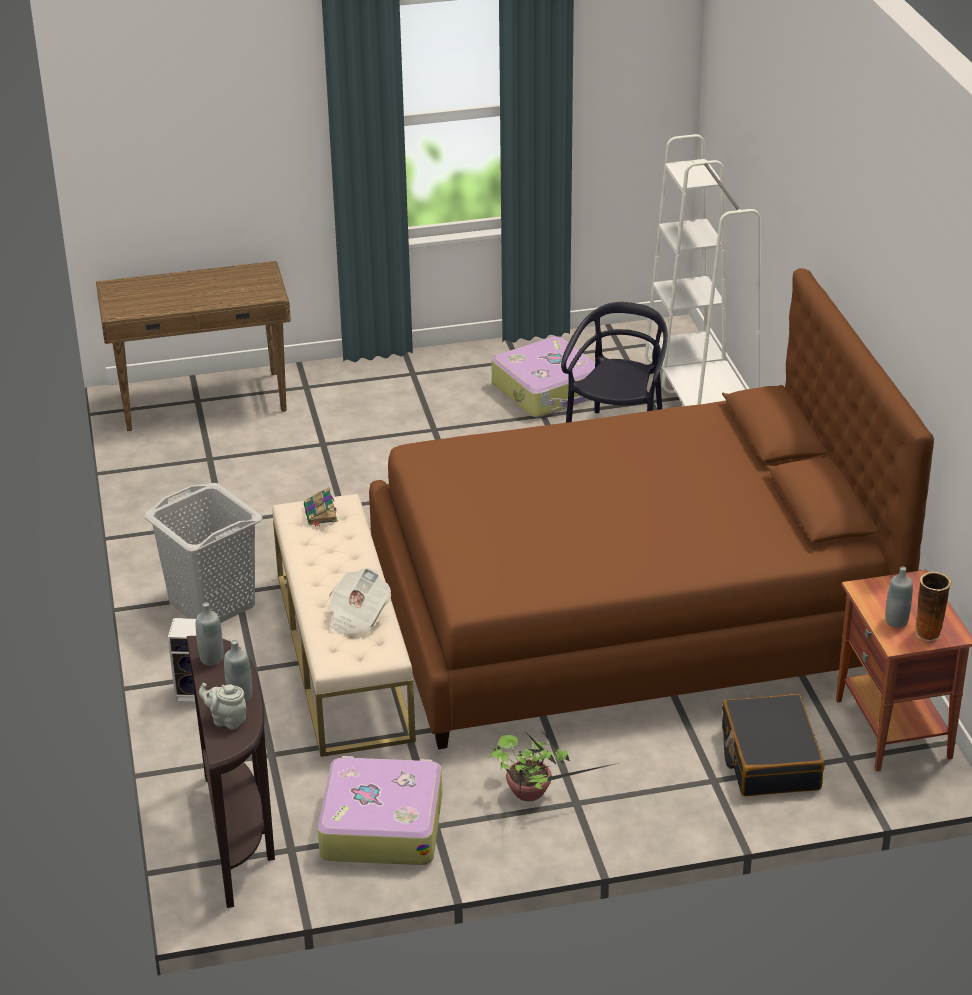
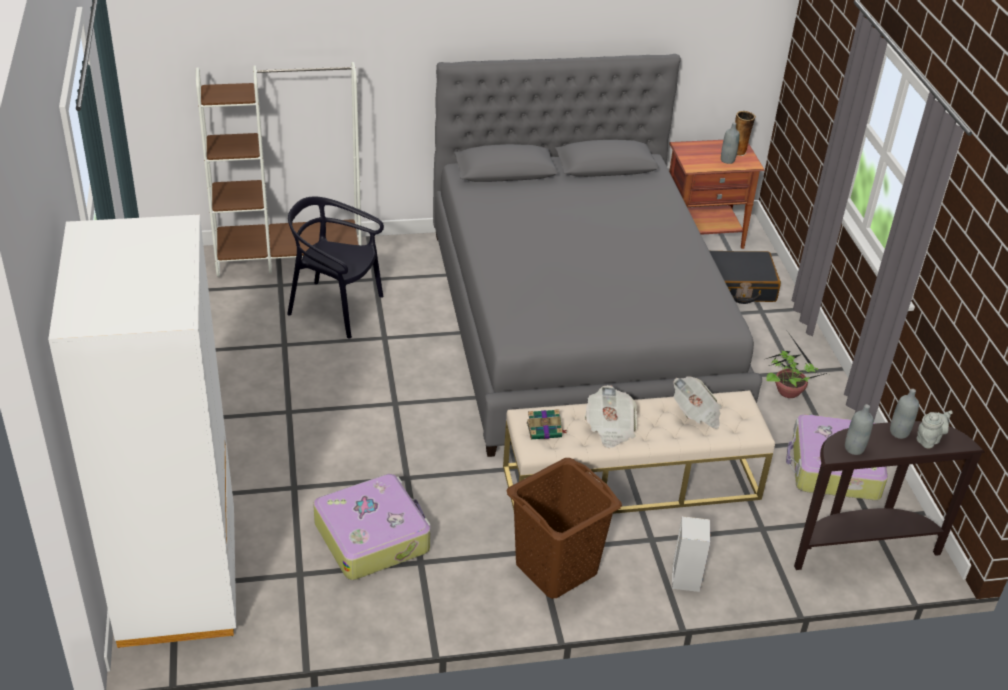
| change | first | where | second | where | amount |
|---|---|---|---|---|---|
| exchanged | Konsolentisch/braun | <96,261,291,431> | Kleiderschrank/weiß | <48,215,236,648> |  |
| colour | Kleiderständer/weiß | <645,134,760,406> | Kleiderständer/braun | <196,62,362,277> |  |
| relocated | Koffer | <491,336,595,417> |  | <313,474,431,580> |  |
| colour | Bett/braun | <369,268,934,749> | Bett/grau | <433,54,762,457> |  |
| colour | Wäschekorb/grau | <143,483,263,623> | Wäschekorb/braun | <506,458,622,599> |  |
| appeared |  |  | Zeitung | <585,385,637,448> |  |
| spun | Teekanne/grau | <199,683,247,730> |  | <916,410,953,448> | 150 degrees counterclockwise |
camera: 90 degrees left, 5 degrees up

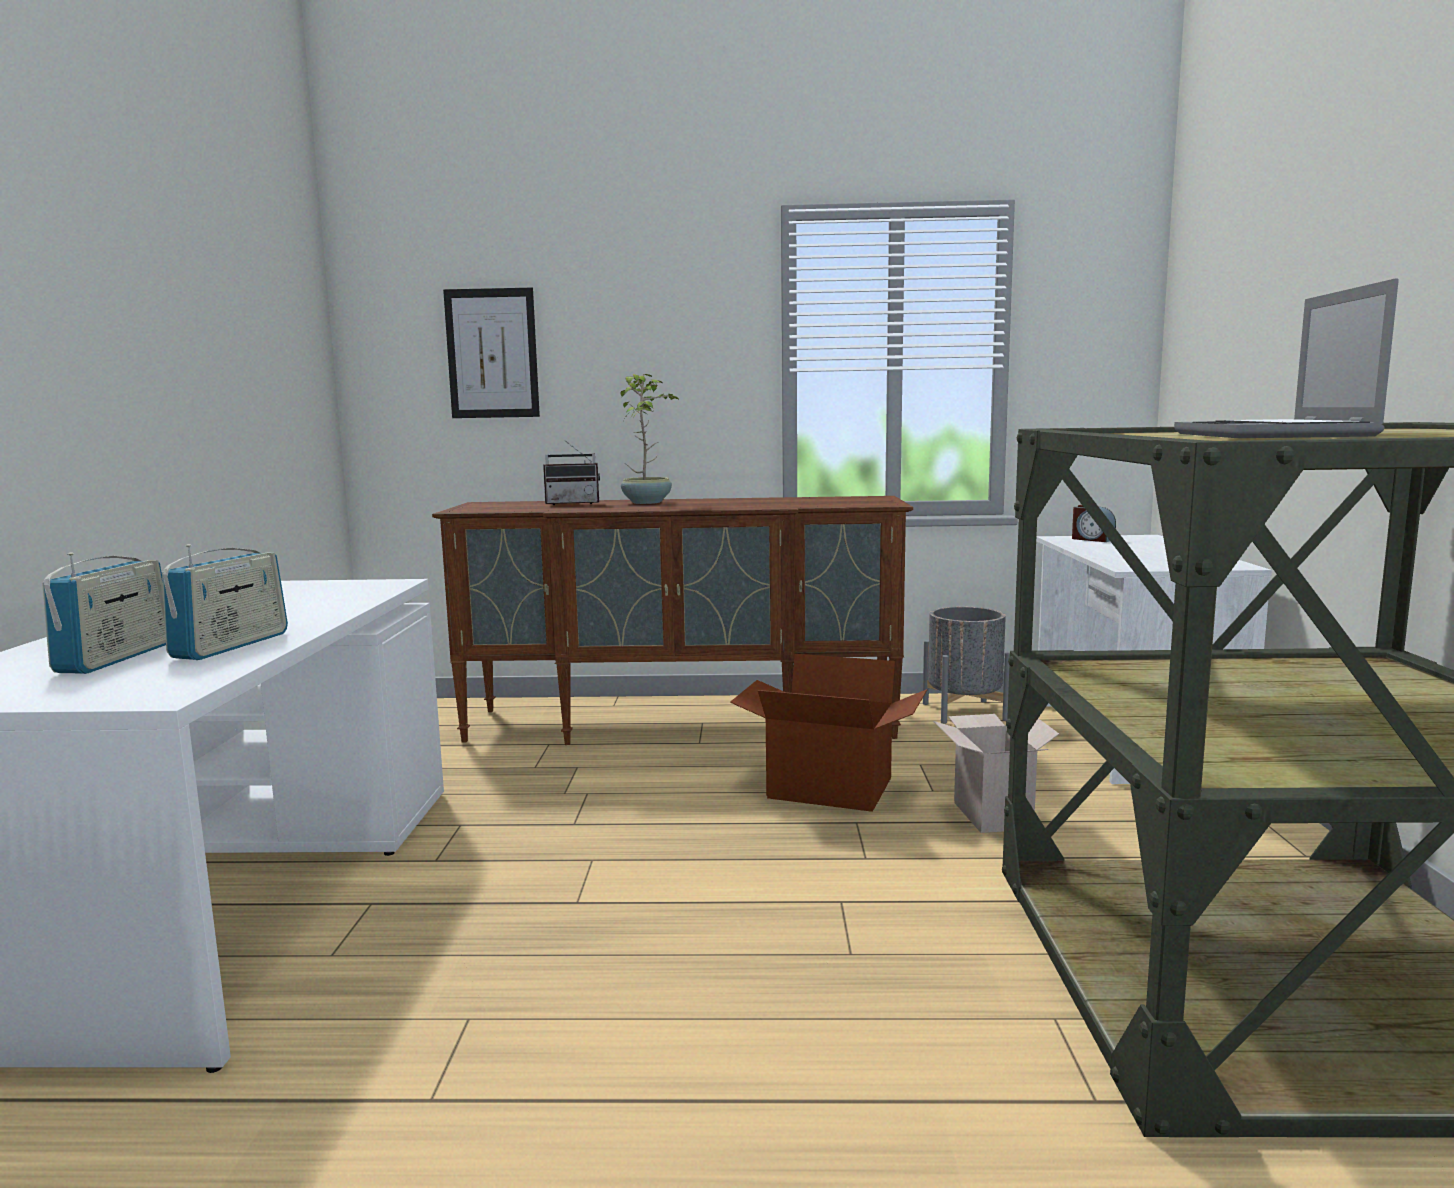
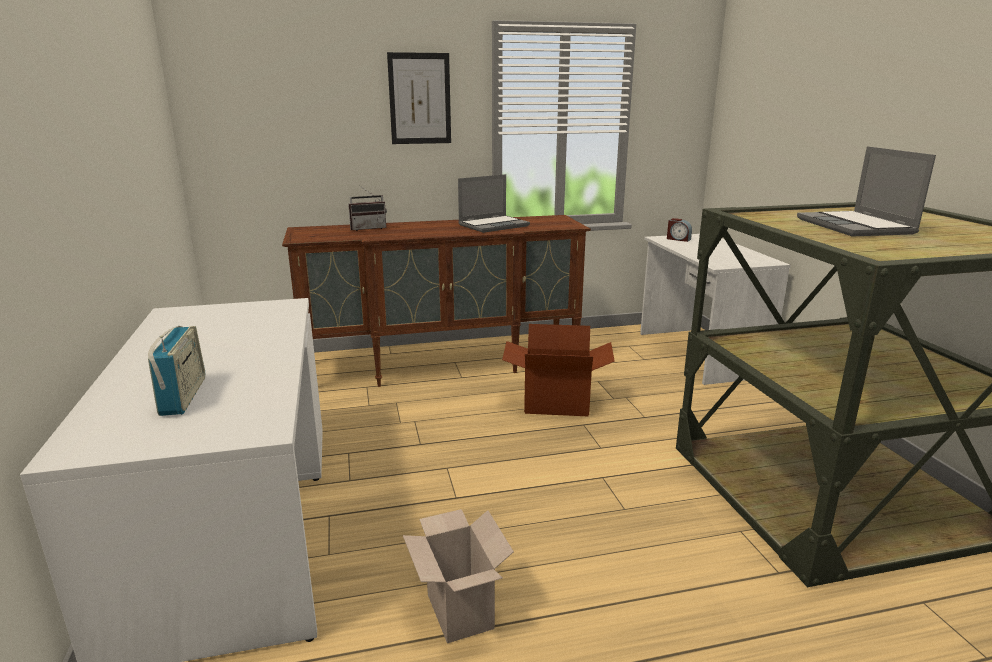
| change | first | where | second | where | amount |
|---|---|---|---|---|---|
| relocated | Bild | <443,288,540,418> |  | <387,52,451,144> |  |
| relocated | Karton | <933,714,1059,833> |  | <403,509,514,643> |  |
| appeared |  |  | Laptop | <458,174,530,233> |  |
| missing | Radio | <162,544,288,660> |  |  |  |
| missing | Topfpflanze | <621,374,680,504> |  |  |  |
| missing | Pflanzkübel/grau | <923,607,1010,724> |  |  |  |
camera: 15 degrees left, 10 degrees up

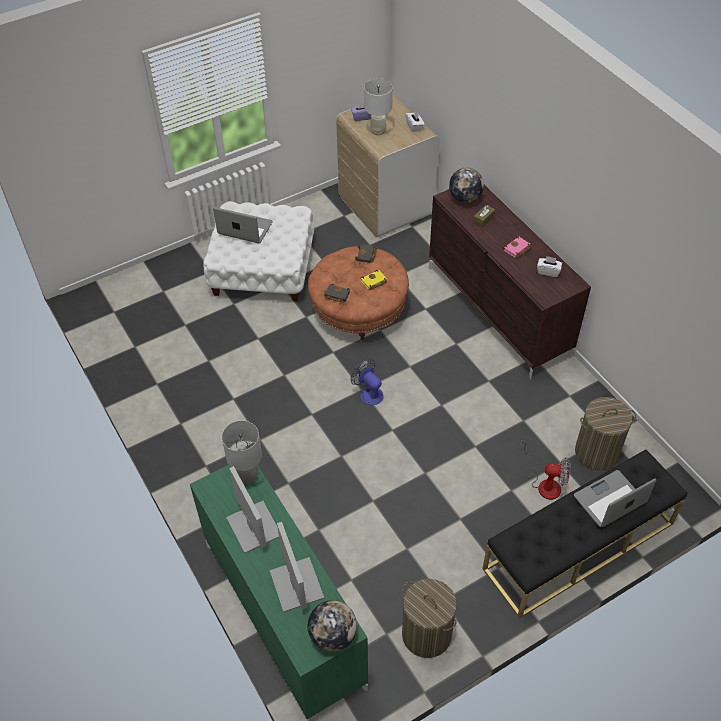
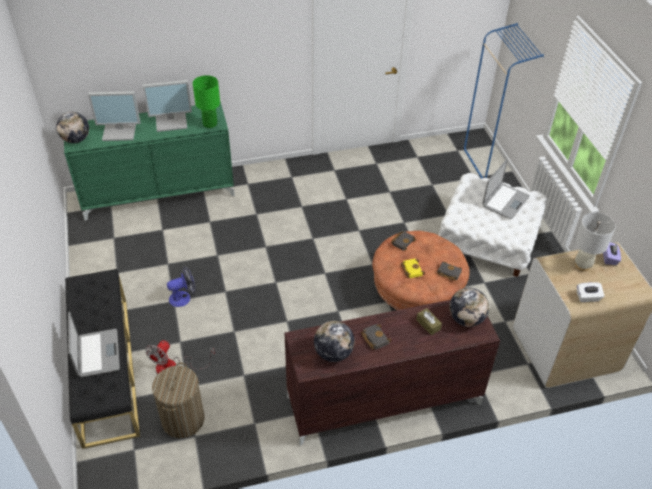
| change | first | where | second | where | amount |
|---|---|---|---|---|---|
| relocated | Ventilator | <351,359,384,405> |  | <167,267,195,307> |  |
| colour | Tischlampe/grau | <222,420,262,484> | Tischlampe/grün | <193,75,220,128> |  |
| exchanged | Taschentuchbox/weiß | <537,256,562,277> | Globus | <314,321,355,362> |  |
| colour | Buch/rosa | <503,237,532,258> | Buch/schwarz | <361,324,391,350> |  |
| appeared |  |  | Kleiderständer/blau | <464,23,544,179> |  |
| missing | Wäschekorb | <402,579,457,658> |  |  |  |
camera: 105 degrees right, 5 degrees down

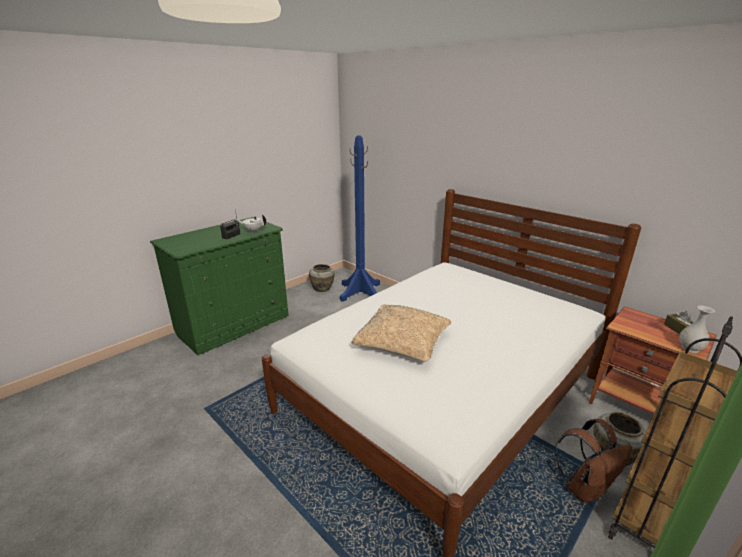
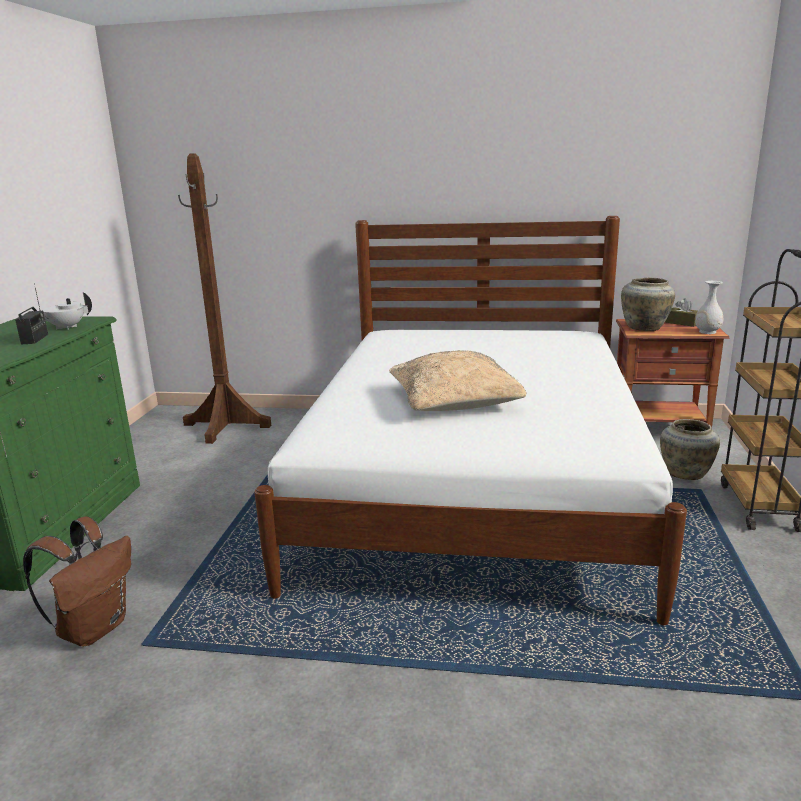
| change | first | where | second | where | amount |
|---|---|---|---|---|---|
| relocated | Rucksack/braun | <555,419,632,503> |  | <23,516,131,646> |  |
| colour | Kleiderständer/blau | <340,135,380,302> | Kleiderständer/braun | <178,153,271,444> |  |
| relocated | Vase/beige | <309,264,335,292> |  | <621,278,675,331> |  |
camera: 35 degrees left, 5 degrees down

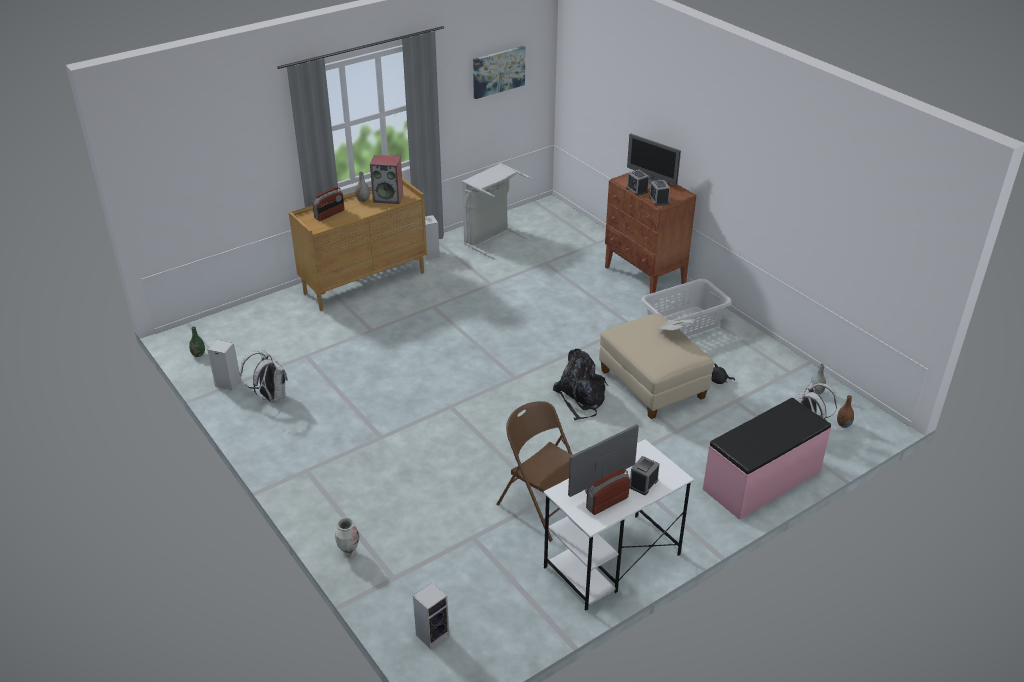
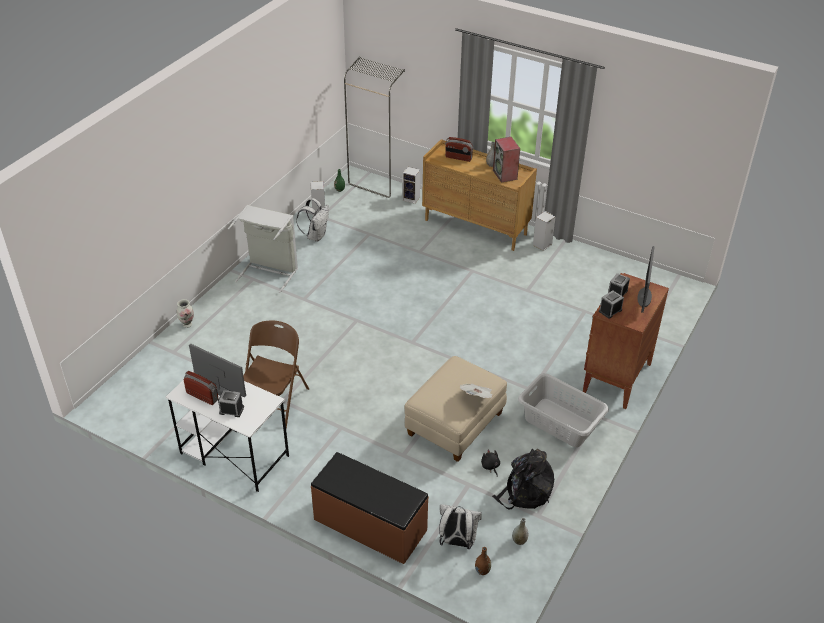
| change | first | where | second | where | amount |
|---|---|---|---|---|---|
| relocated | Wäschekorb/grau | <462,163,532,259> |  | <228,205,298,293> |  |
| colour | Bank/rosa | <703,398,831,520> | Bank/braun | <311,452,429,564> |  |
| appeared |  |  | Kleiderständer/grau | <344,57,405,198> |  |
| relocated | Lautsprecher | <413,583,449,649> |  | <403,167,420,204> |  |
| relocated | Rucksack/schwarz | <552,349,608,420> |  | <492,449,554,510> |  |
| missing | Bild | <473,46,525,99> |  |  |  |
camera: 65 degrees right, 5 degrees up

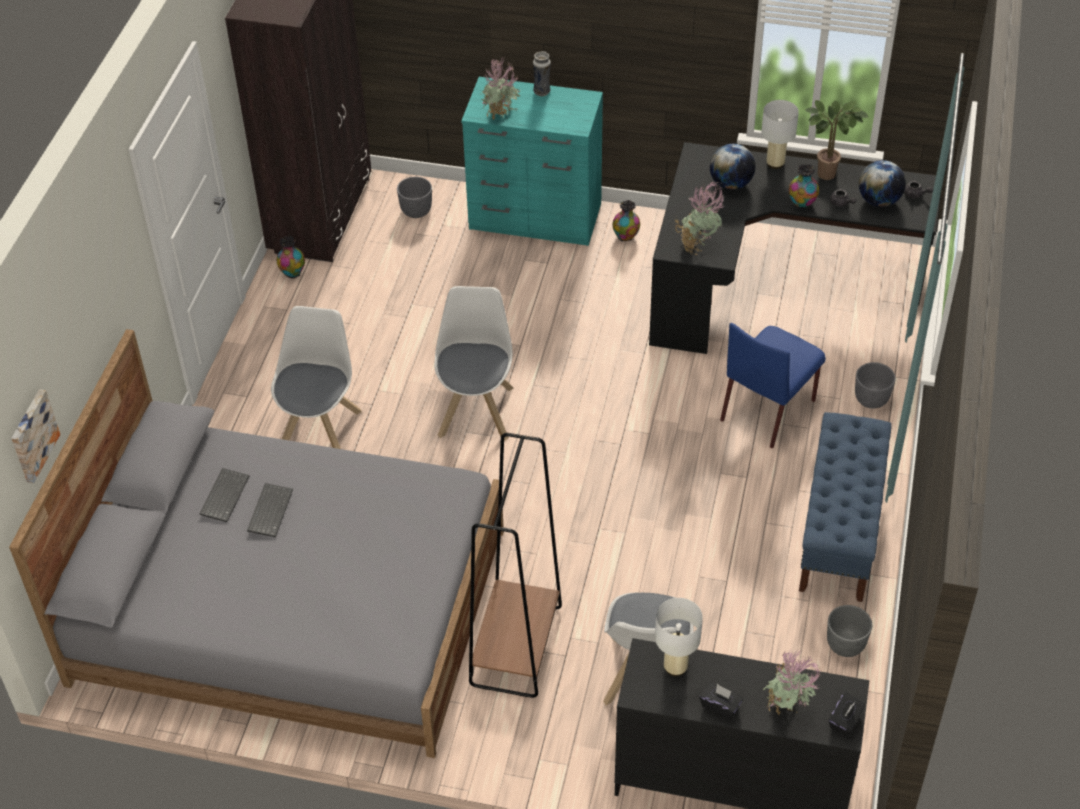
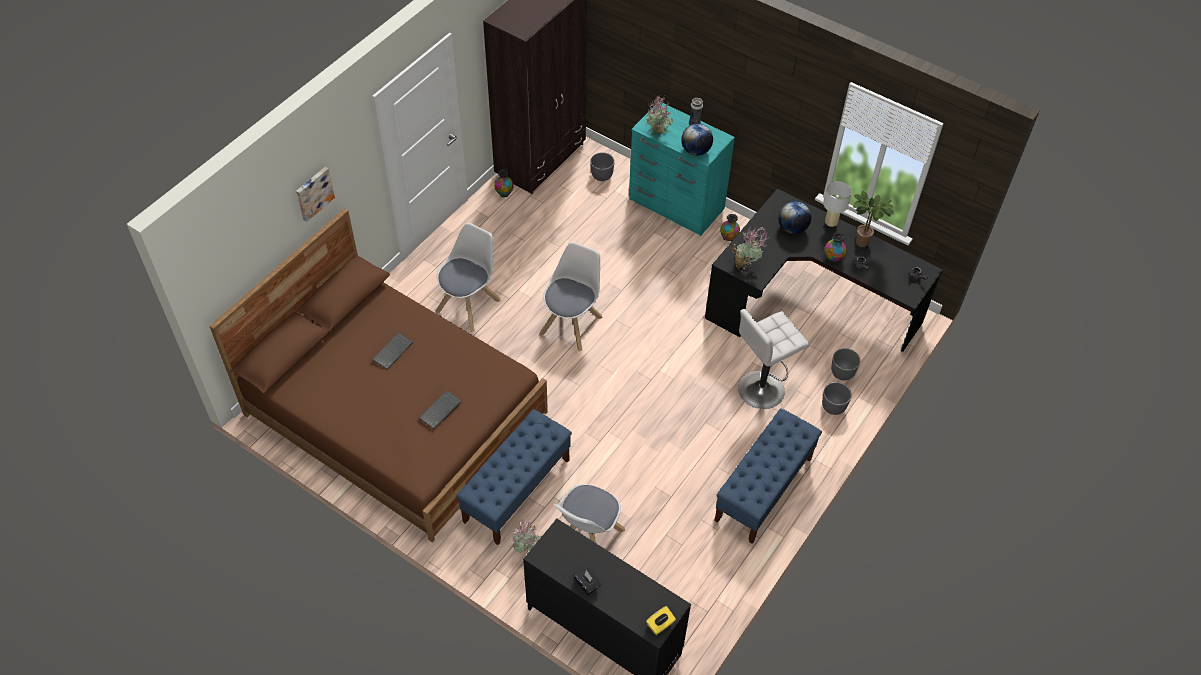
| change | first | where | second | where | amount |
|---|---|---|---|---|---|
| colour | Bett/grau | <9,329,504,758> | Bett/braun | <209,208,548,543> |  |
| relocated | Bild | <11,389,60,483> |  | <296,167,335,222> |  |
| relocated | Tastatur | <200,468,249,522> |  | <419,390,462,429> |  |
| exchanged | Kleiderständer | <469,433,562,698> | Bank/blau | <456,409,572,545> |  |
| relocated | Topfpflanze | <763,648,821,715> |  | <509,519,542,554> |  |
| colour | Taschentuchbox/schwarz | <829,691,865,735> | Taschentuchbox/gelb | <646,606,676,635> |  |
| relocated | Globus | <859,160,906,207> |  | <681,123,713,156> |  |
| exchanged | Stuhl/blau | <720,323,826,448> | Hocker/weiß | <738,309,810,409> |  |
| relocated | Pflanzkübel/grau | <827,605,872,657> |  | <831,348,860,380> |  |
| missing | Tischlampe/weiß | <655,598,703,676> |  |  |  |
camera: 20 degrees right, 5 degrees up

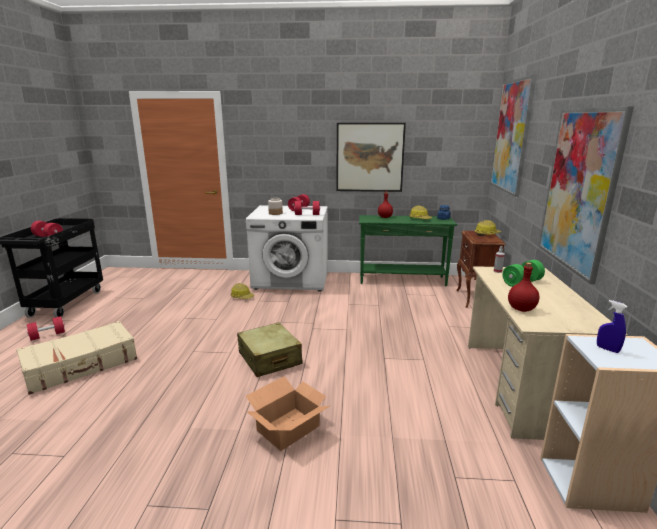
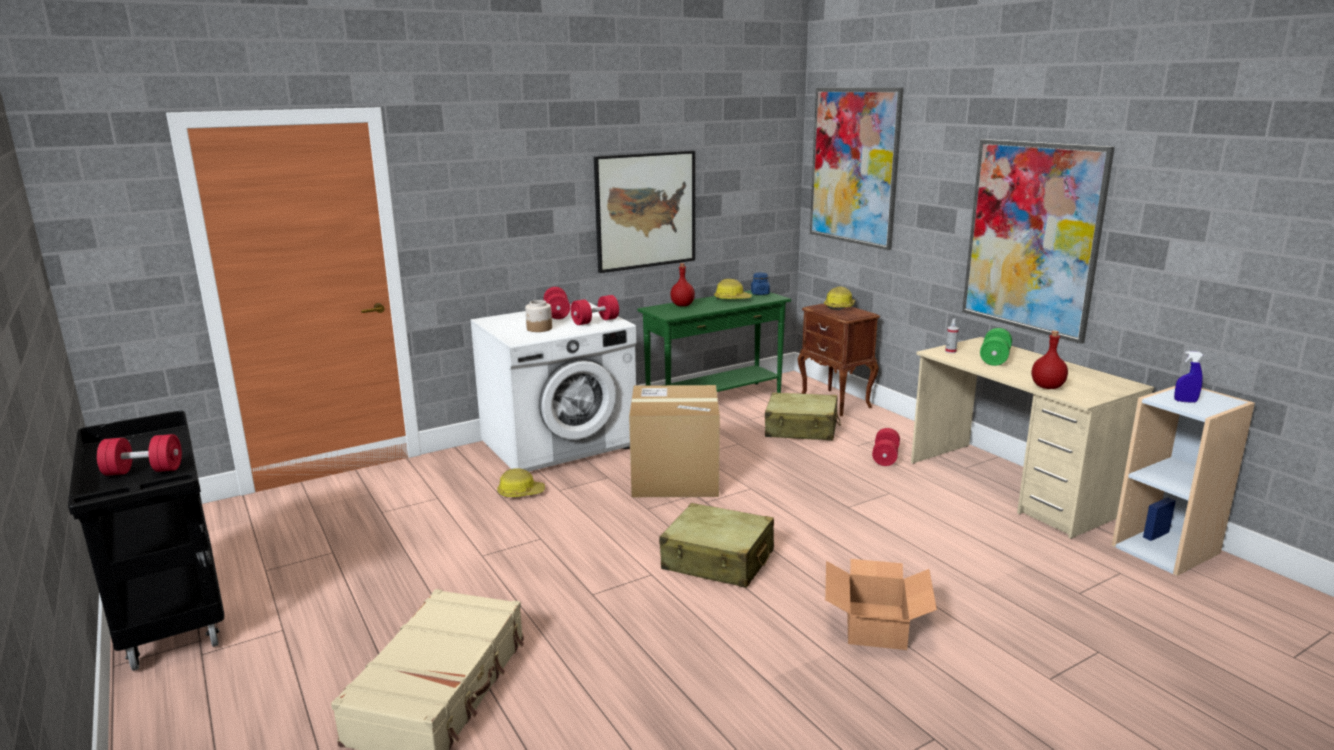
| change | first | where | second | where | amount |
|---|---|---|---|---|---|
| appeared |  |  | Karton | <629,385,720,497> |  |
| appeared |  |  | Koffer/beige | <765,392,841,441> |  |
| relocated | Hantel/rot | <27,316,65,341> |  | <872,428,900,466> |  |
camera: 35 degrees left, 0 degrees up

